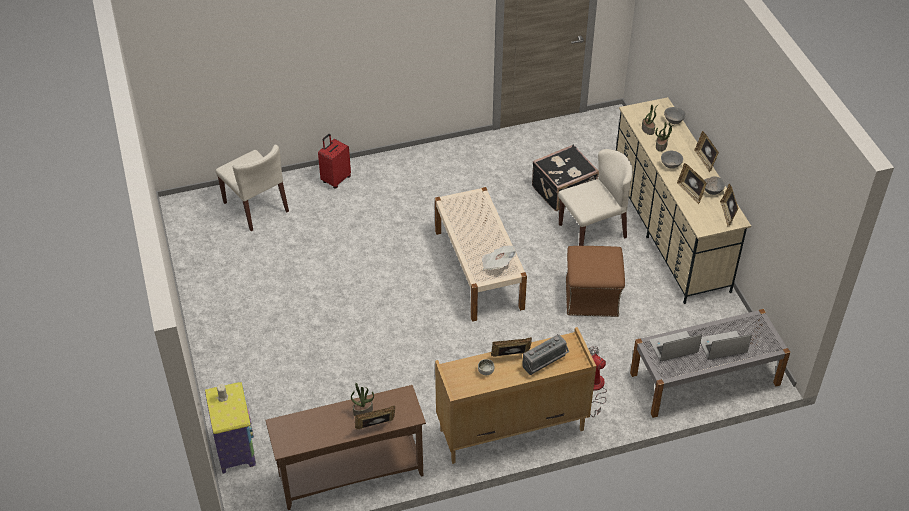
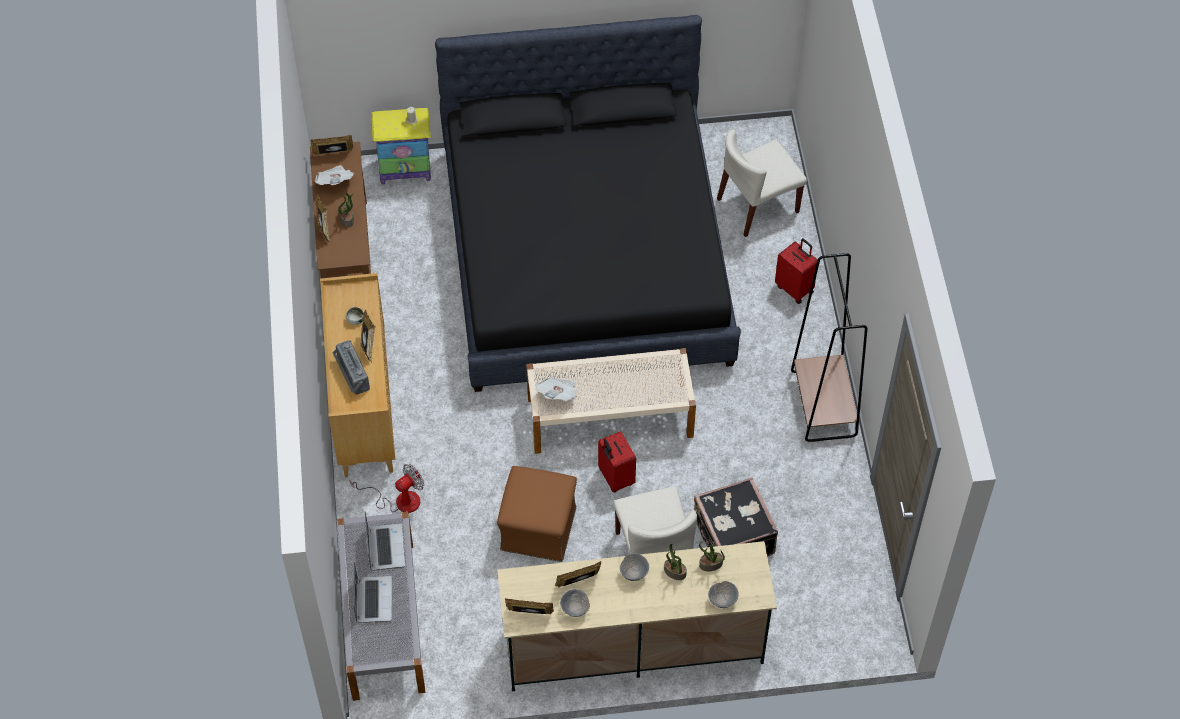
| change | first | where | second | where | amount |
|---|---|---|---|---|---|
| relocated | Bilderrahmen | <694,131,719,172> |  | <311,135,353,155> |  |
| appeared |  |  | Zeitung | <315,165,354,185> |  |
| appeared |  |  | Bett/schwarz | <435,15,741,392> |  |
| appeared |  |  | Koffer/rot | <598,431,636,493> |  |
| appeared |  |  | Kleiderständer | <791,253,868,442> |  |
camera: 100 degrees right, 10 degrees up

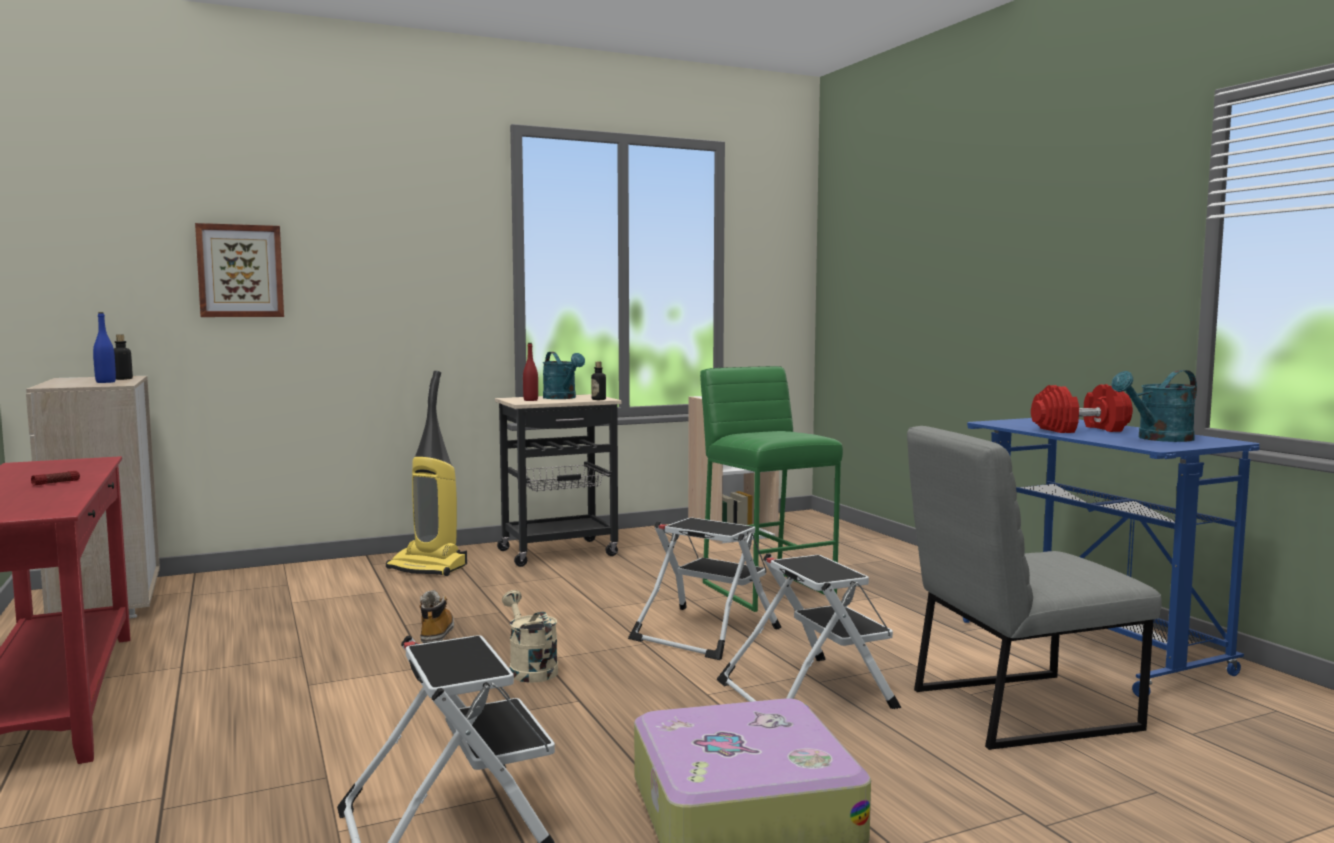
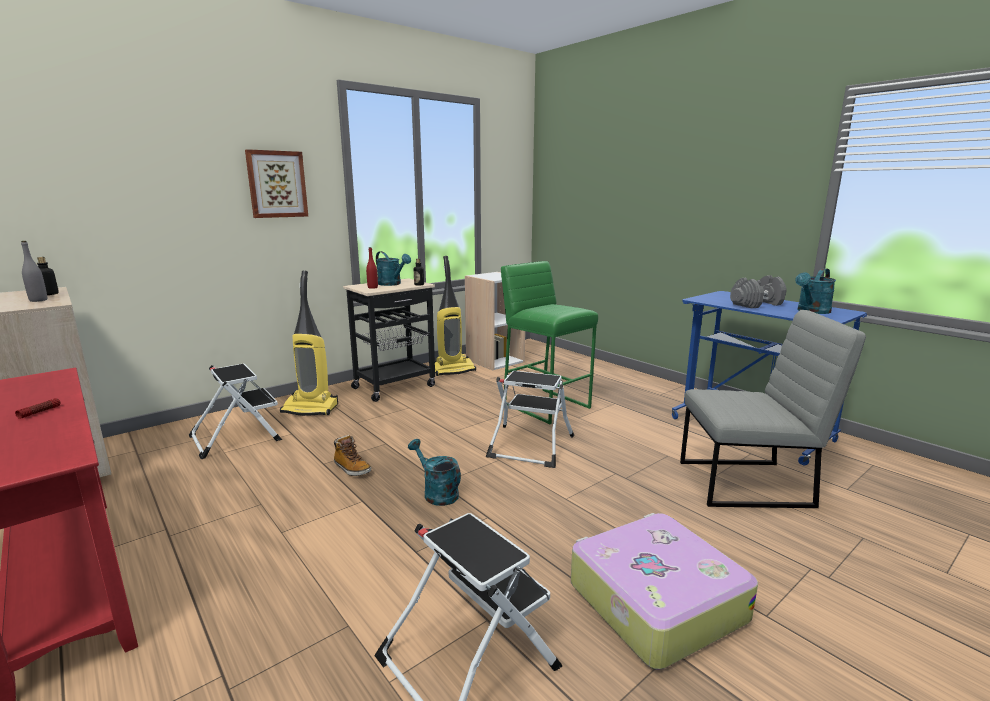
| change | first | where | second | where | amount |
|---|---|---|---|---|---|
| colour | Flasche/blau | <93,312,116,383> | Flasche/grau | <21,241,47,302> |  |
| relocated | Trittleiter | <716,553,901,709> |  | <189,364,282,459> |  |
| relocated | Bild | <195,223,284,317> |  | <245,149,308,218> |  |
| spun | Stiefel | <420,590,454,643> |  | <334,435,371,476> | 150 degrees clockwise |
| colour | Gießkanne/beige | <502,590,558,683> | Gießkanne/türkis | <408,439,461,506> |  |
| appeared |  |  | Staubsauger | <435,256,476,376> |  |
| spun | Stuhl/grau | <907,426,1162,750> |  | <680,310,866,508> | 150 degrees counterclockwise |
| colour | Hantel/rot | <1031,384,1133,433> | Hantel/grau | <730,275,787,308> |  |
camera: 15 degrees left, 10 degrees up

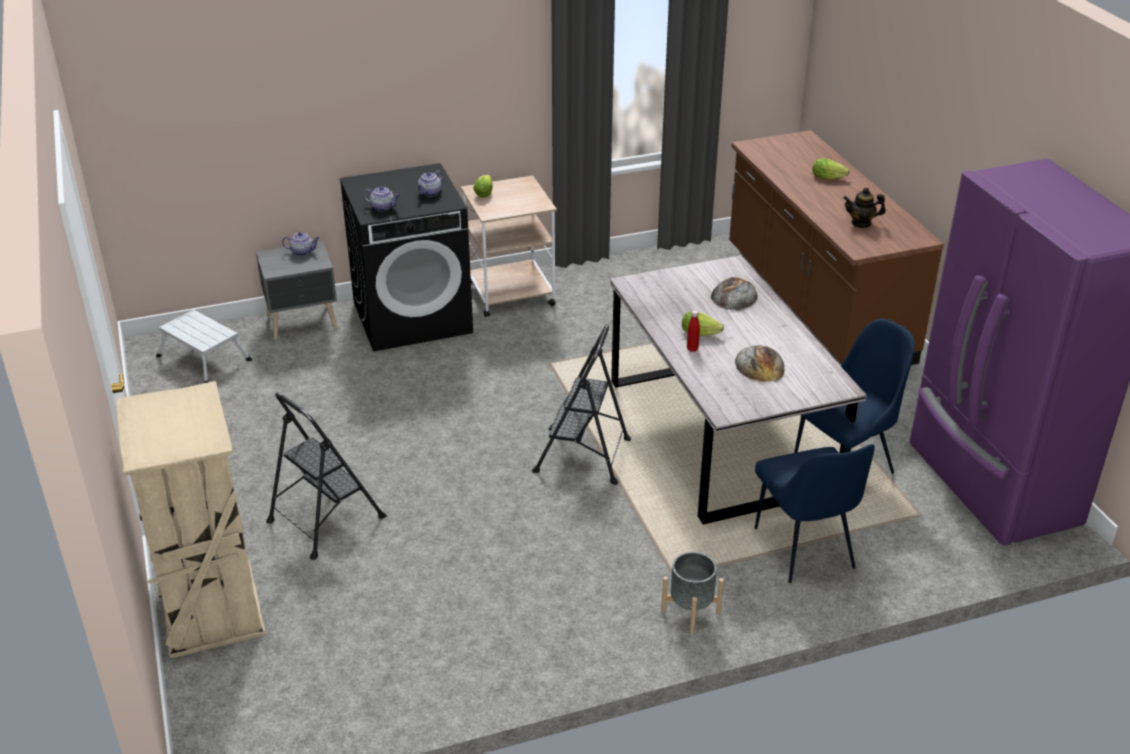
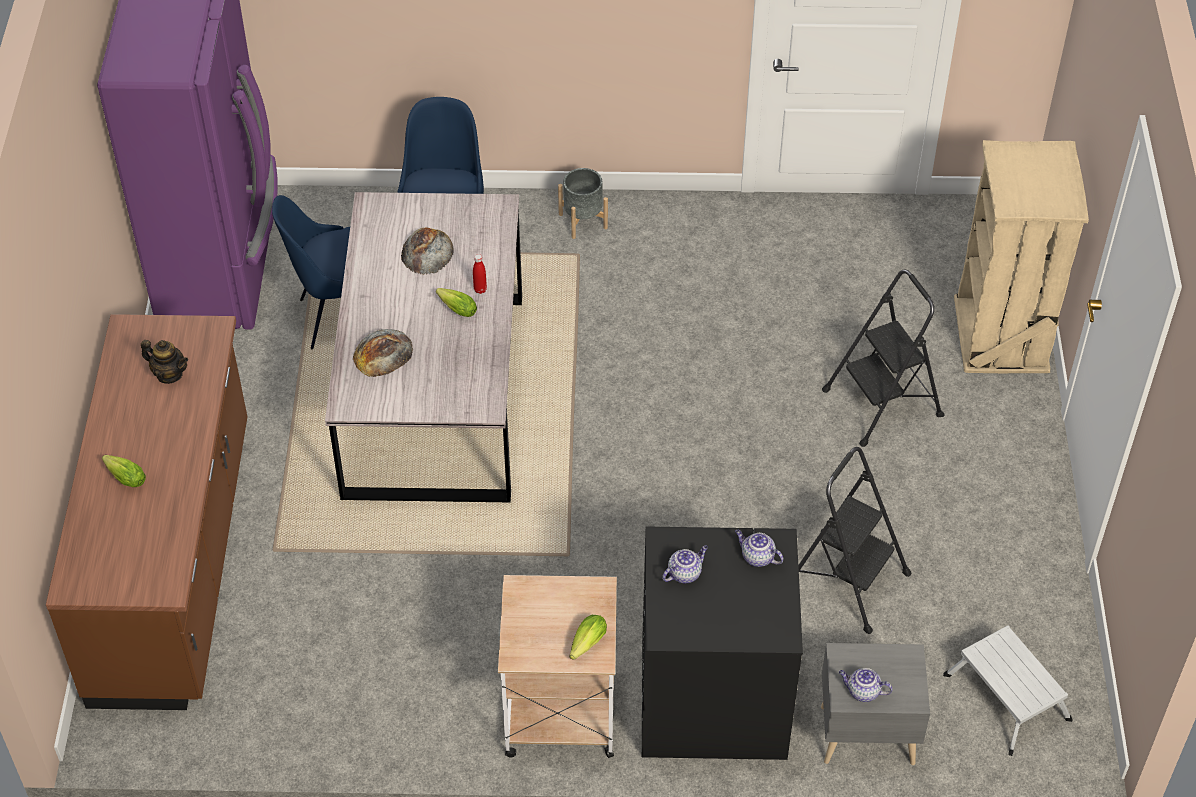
| change | first | where | second | where | amount |
|---|---|---|---|---|---|
| relocated | Trittleiter/schwarz | <532,324,631,485> |  | <798,447,911,634> |  |
camera: 160 degrees left, 15 degrees up

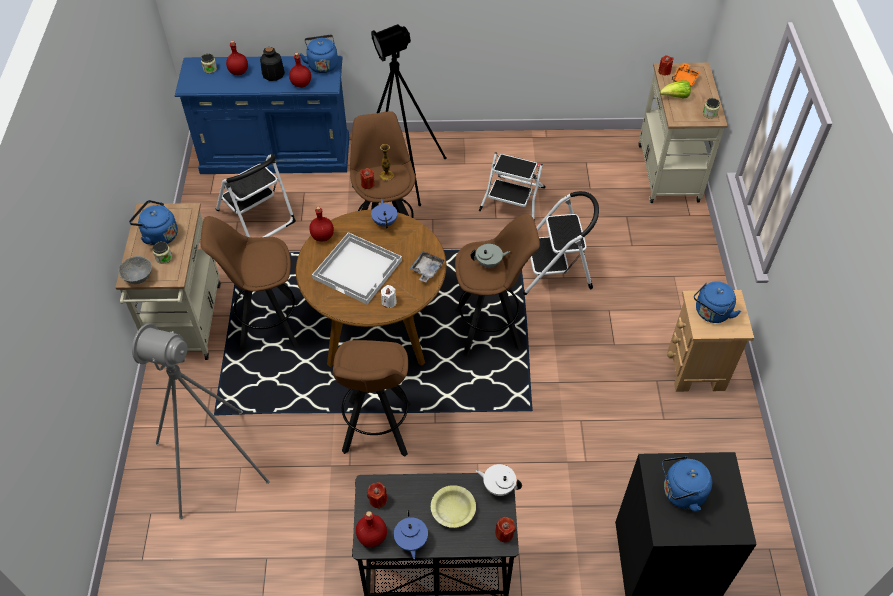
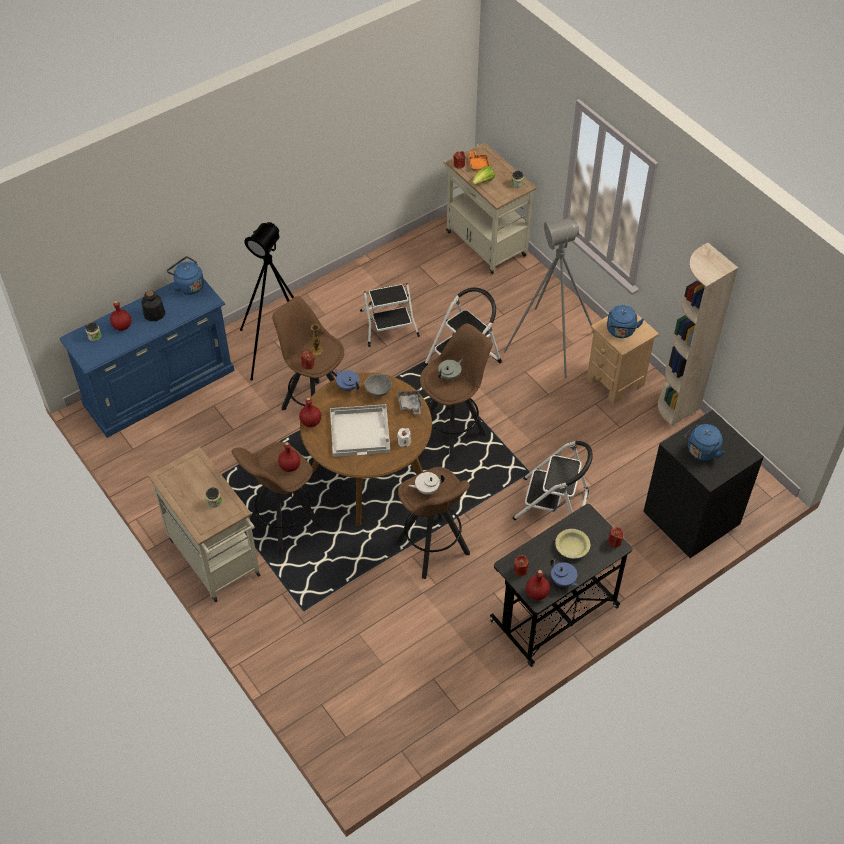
| change | first | where | second | where | amount |
|---|---|---|---|---|---|
| relocated | Flasche/rot | <289,53,311,88> |  | <278,442,300,472> |  |
| relocated | Schüssel/grau | <118,256,152,284> |  | <365,374,392,397> |  |
| relocated | Teekanne/weiß | <476,464,522,496> |  | <408,472,444,495> |  |
| relocated | Stehlampe/grau | <132,324,270,519> |  | <504,218,594,378> |  |
| relocated | Trittleiter | <216,154,296,237> |  | <512,441,593,520> |  |
| appeared |  |  | Bücherregal/beige | <658,243,738,426> |  |
| missing | Wasserkessel/blau | <129,200,178,245> |  |  |  |
camera: 35 degrees left, 0 degrees up

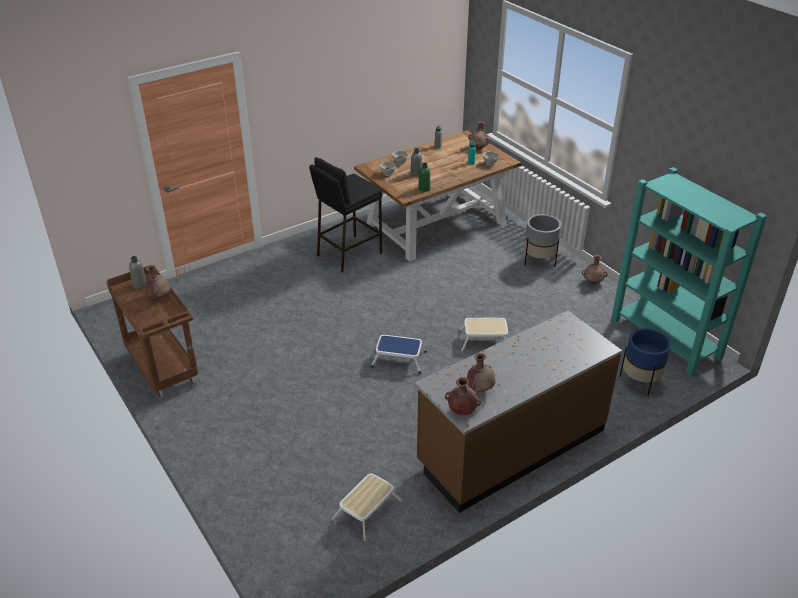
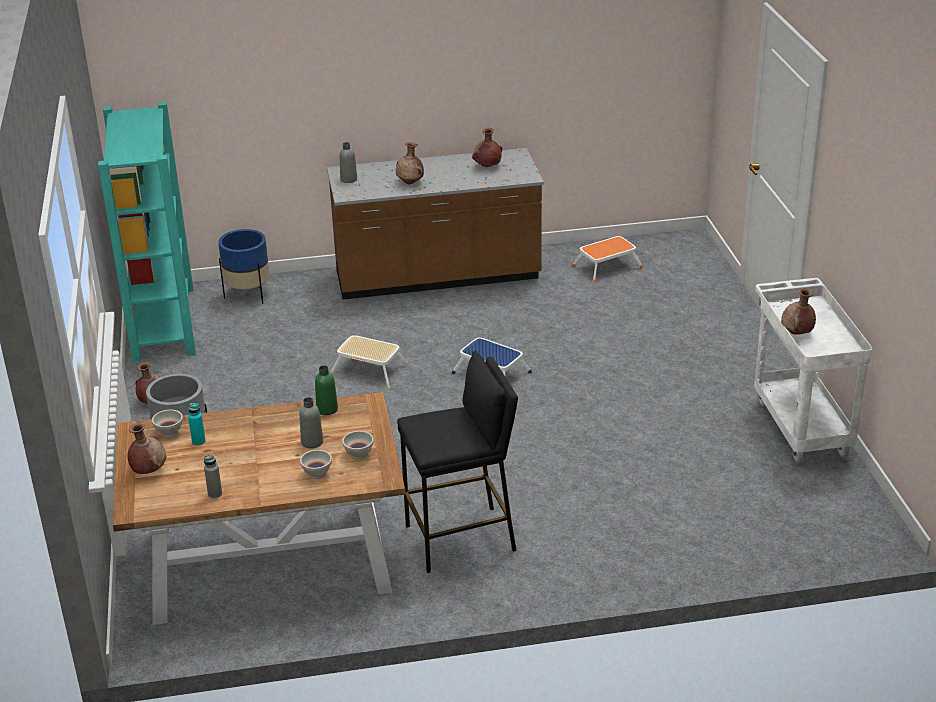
| change | first | where | second | where | amount |
|---|---|---|---|---|---|
| relocated | Flasche/grau | <129,256,147,289> |  | <339,142,357,183> |  |
| relocated | Vase/braun | <445,377,481,416> |  | <396,142,424,184> |  |
| colour | Trittleiter/beige | <332,473,403,541> | Trittleiter/orange | <571,236,644,284> |  |
| colour | Rollwagen/braun | <106,265,198,399> | Rollwagen/weiß | <754,278,872,463> |  |
camera: 155 degrees left, 5 degrees down

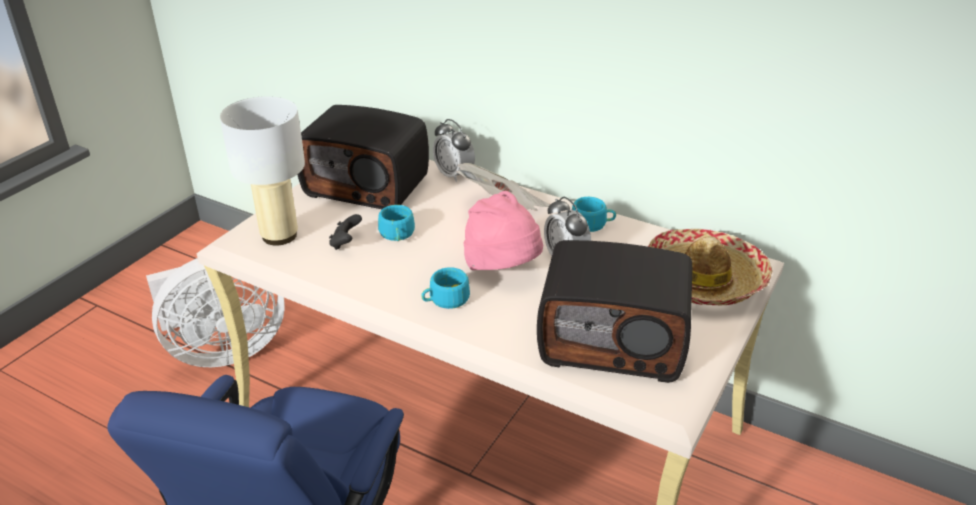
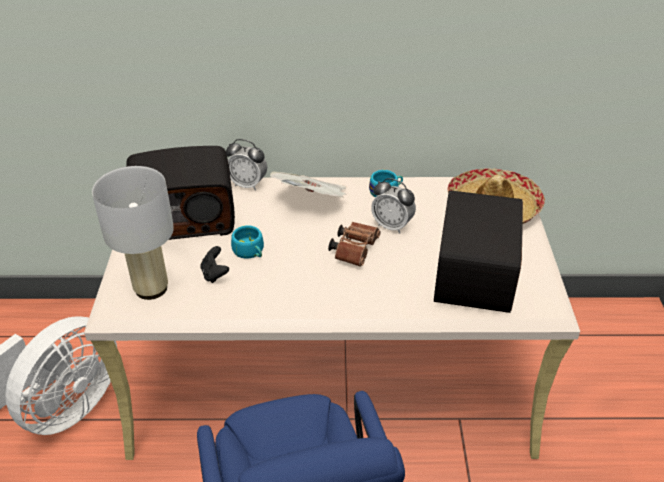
| change | first | where | second | where | amount |
|---|---|---|---|---|---|
| exchanged | Hut/rosa | <464,191,543,270> | Fernglas/braun | <328,222,381,267> |  |
| spun | Radio | <537,240,692,383> |  | <434,190,523,313> | 120 degrees clockwise |
| missing | Tasse/türkis | <421,267,470,309> |  |  |  |
camera: 30 degrees left, 5 degrees up

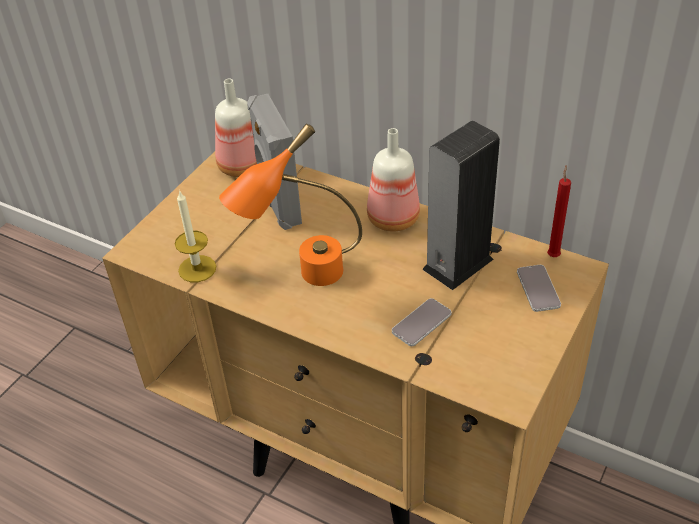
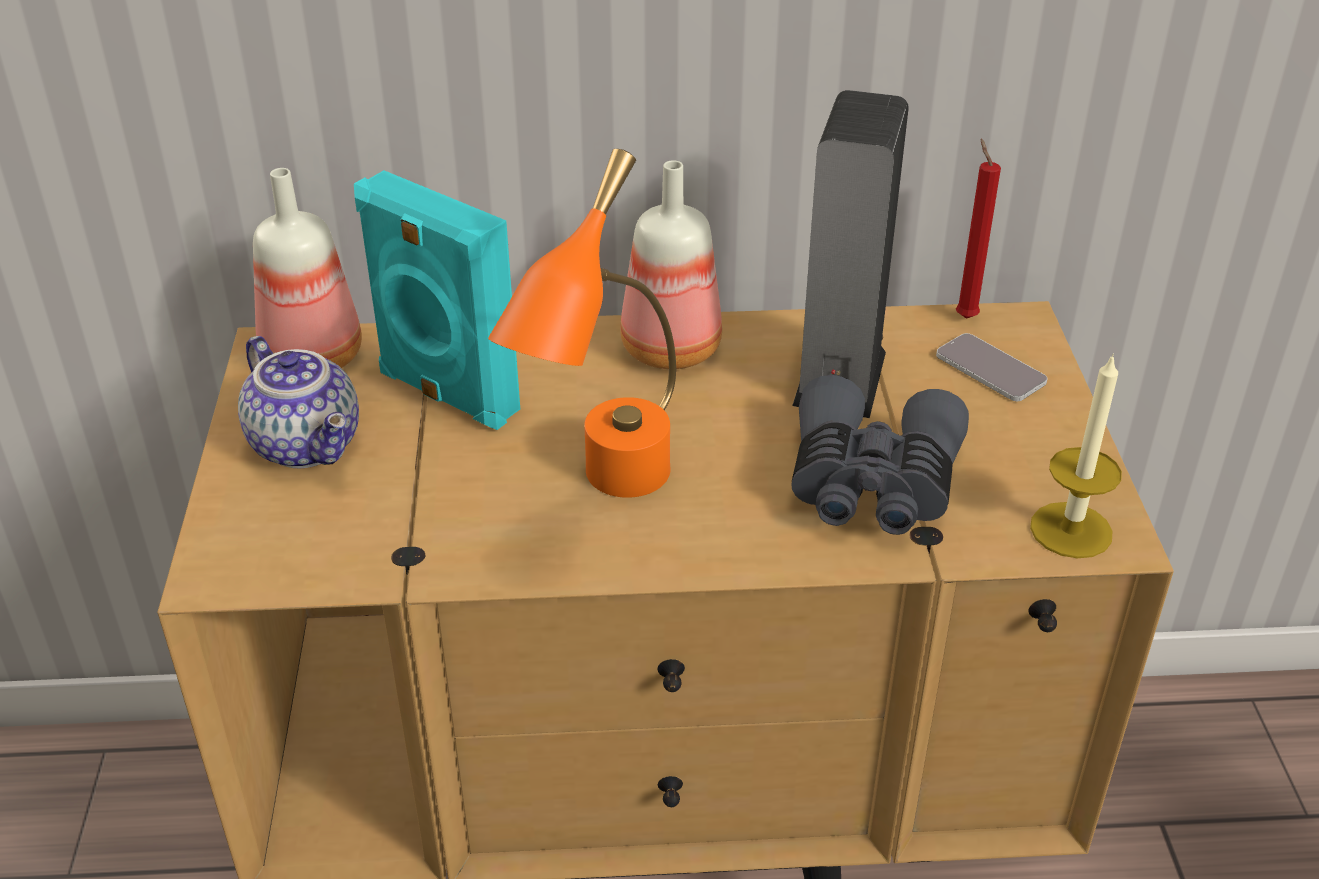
| change | first | where | second | where | amount |
|---|---|---|---|---|---|
| appeared |  |  | Teekanne | <238,336,359,468> |  |
| colour | Lautsprecher/grau | <247,94,302,230> | Lautsprecher/türkis | <354,170,520,430> |  |
| exchanged | Handy | <392,298,451,346> | Fernglas/grau | <791,375,969,535> |  |
| relocated | Kerze | <175,190,217,282> |  | <1030,353,1122,558> |  |
camera: 35 degrees left, 5 degrees down

